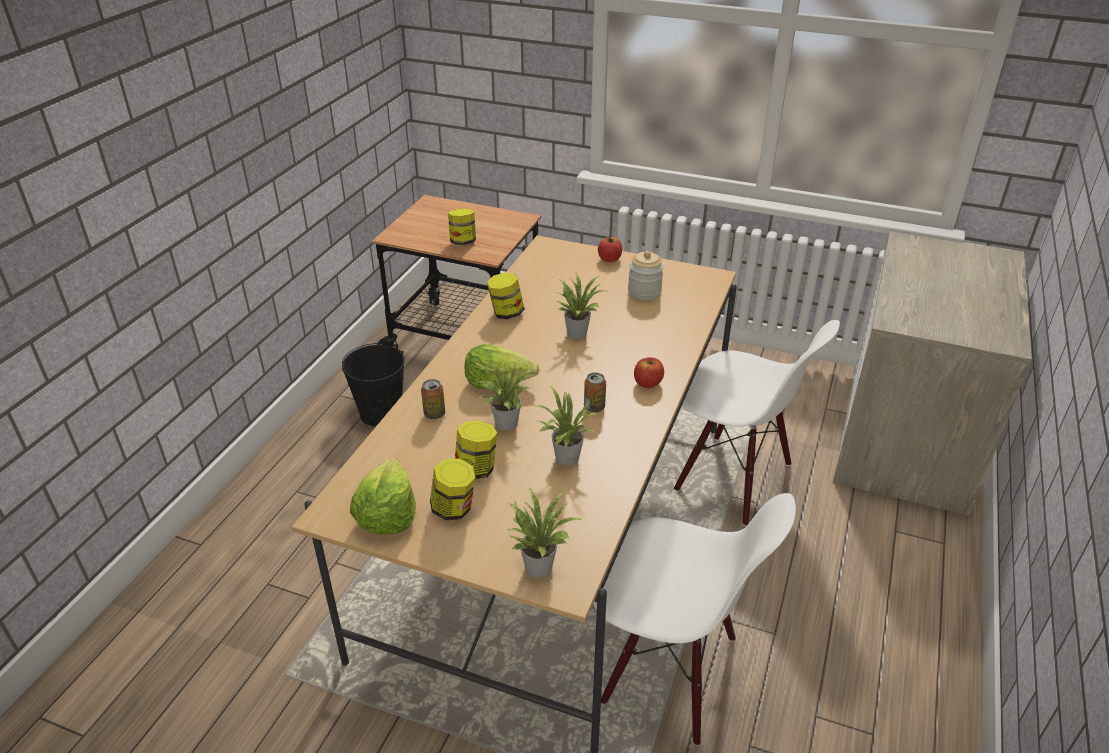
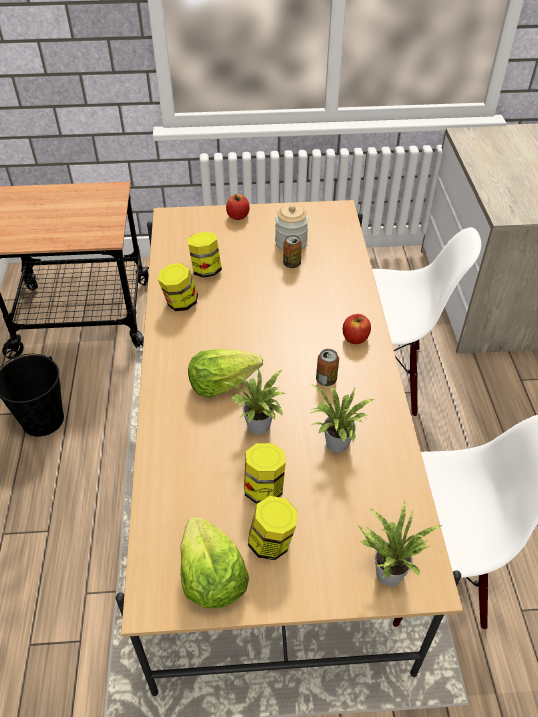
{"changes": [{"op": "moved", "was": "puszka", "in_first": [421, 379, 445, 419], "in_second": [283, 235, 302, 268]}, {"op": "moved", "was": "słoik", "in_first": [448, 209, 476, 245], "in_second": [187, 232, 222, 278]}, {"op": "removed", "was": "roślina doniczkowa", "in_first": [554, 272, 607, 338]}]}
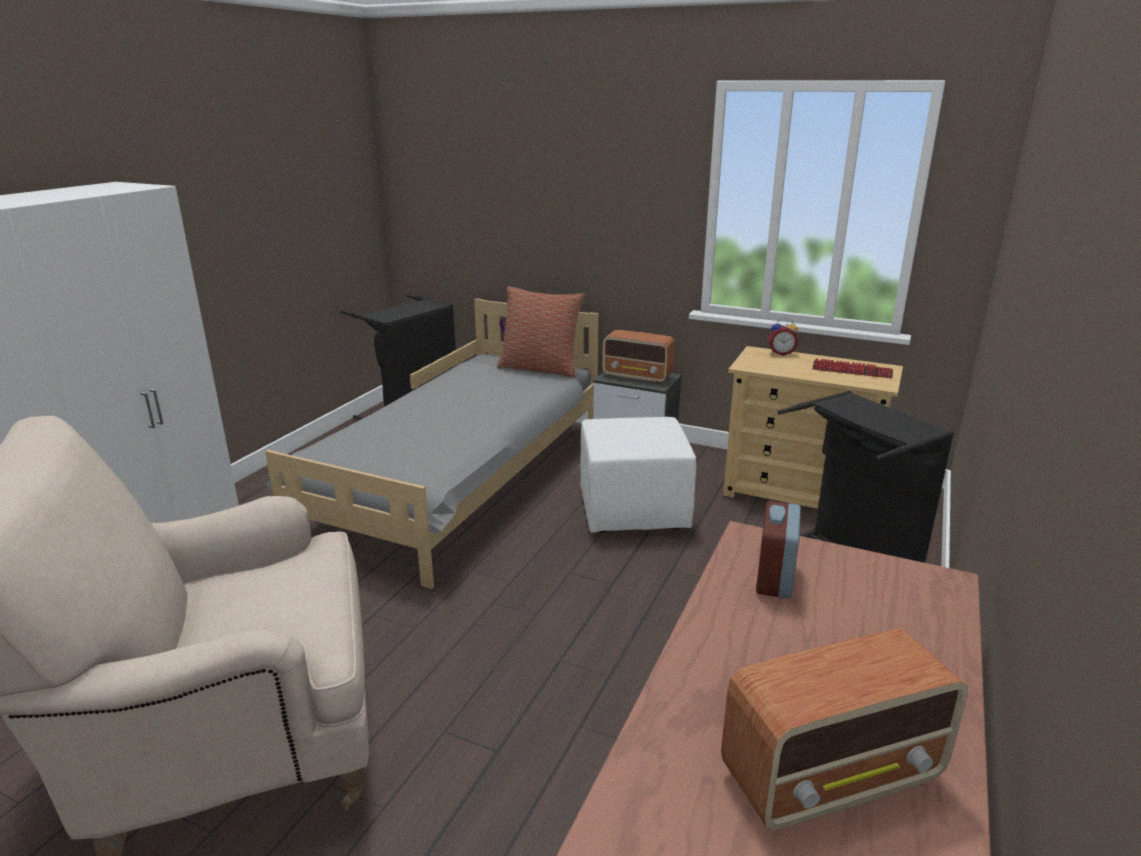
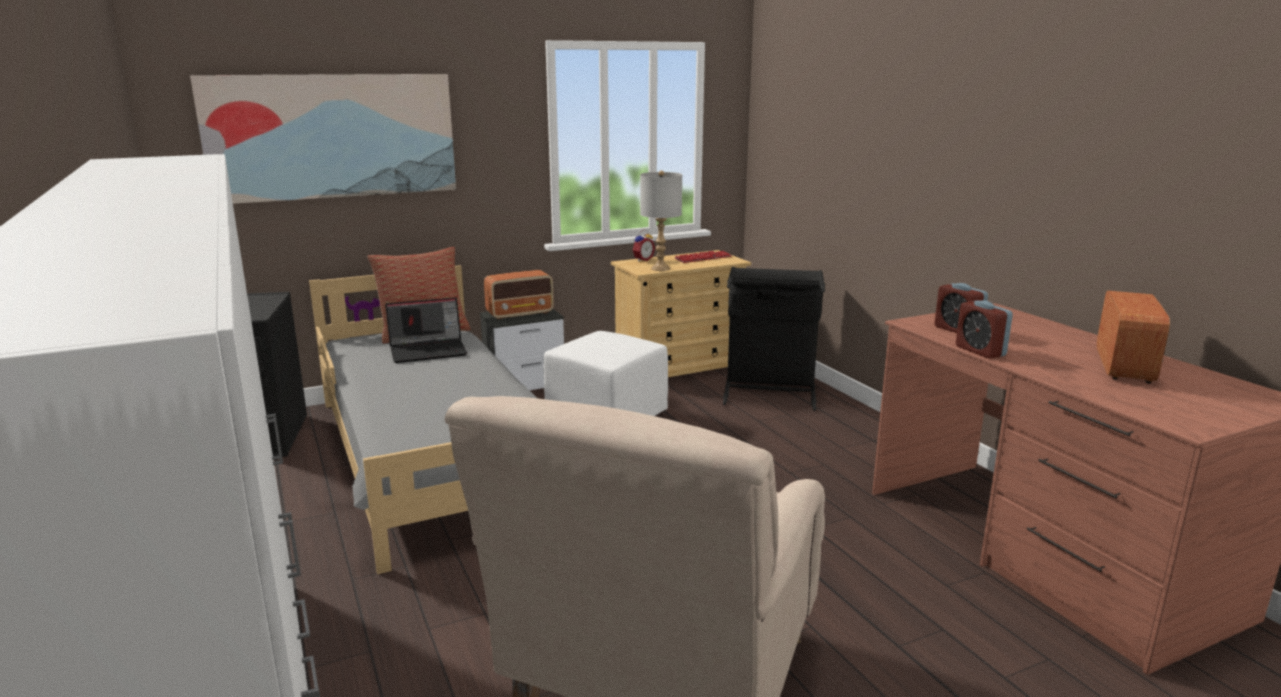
{"changes": [{"op": "added", "now": "obraz", "in_second": [190, 74, 456, 204]}, {"op": "added", "now": "laptop", "in_second": [385, 297, 467, 363]}, {"op": "added", "now": "lampa stołowa/szary", "in_second": [640, 171, 682, 271]}, {"op": "added", "now": "budzik", "in_second": [956, 300, 1013, 359]}]}
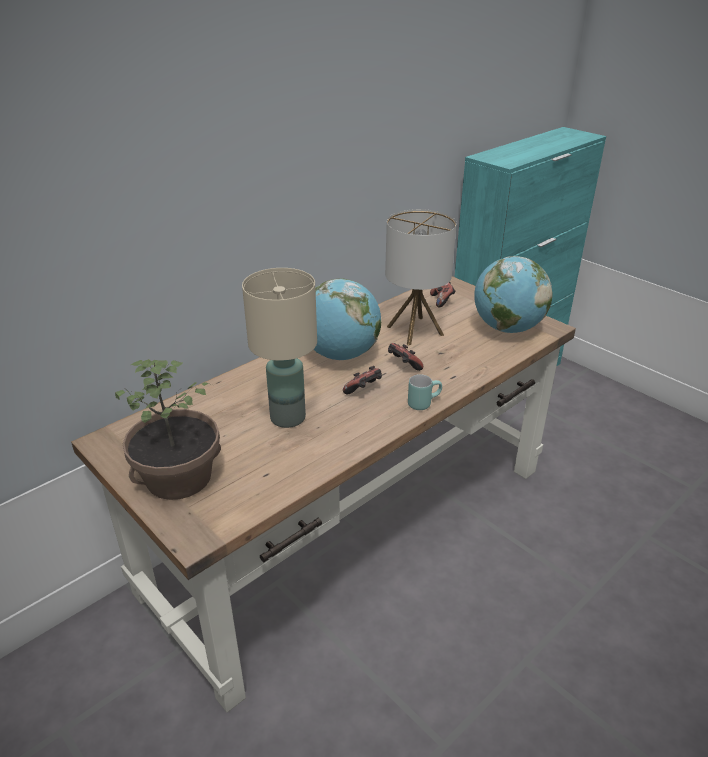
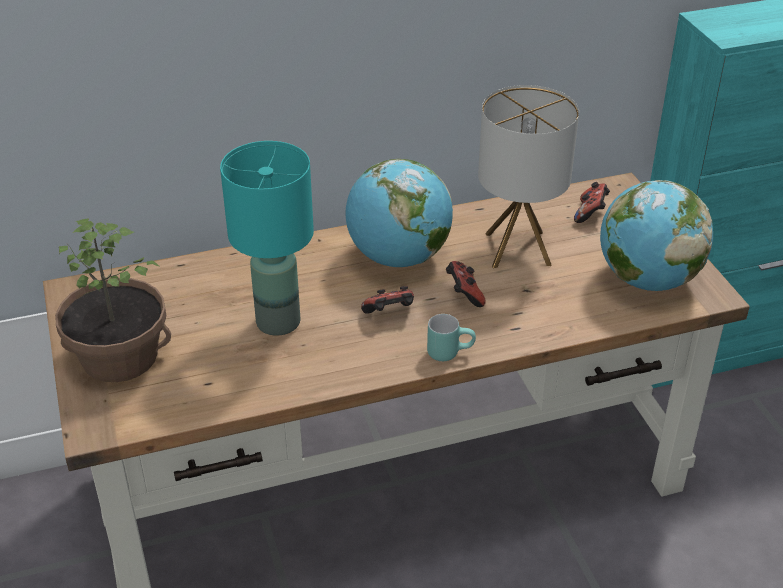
{"changes": [{"op": "recoloured", "was": "lampa stołowa/beżowy", "now": "lampa stołowa/turkusowy", "in_first": [242, 268, 317, 428], "in_second": [220, 141, 314, 336]}]}
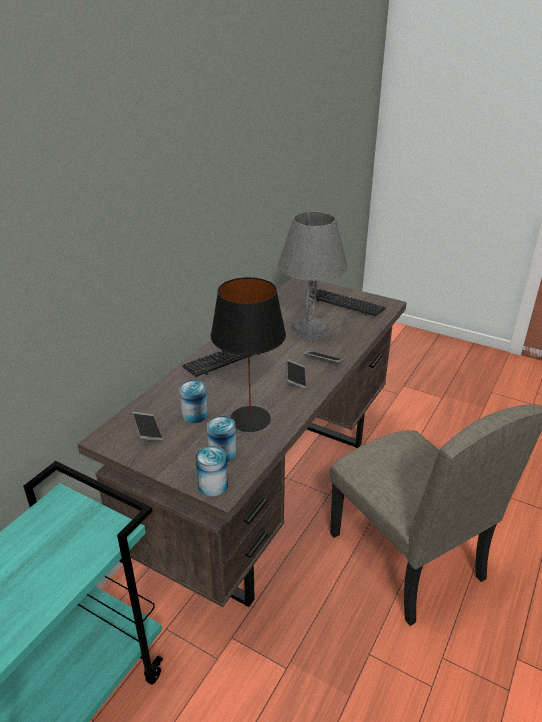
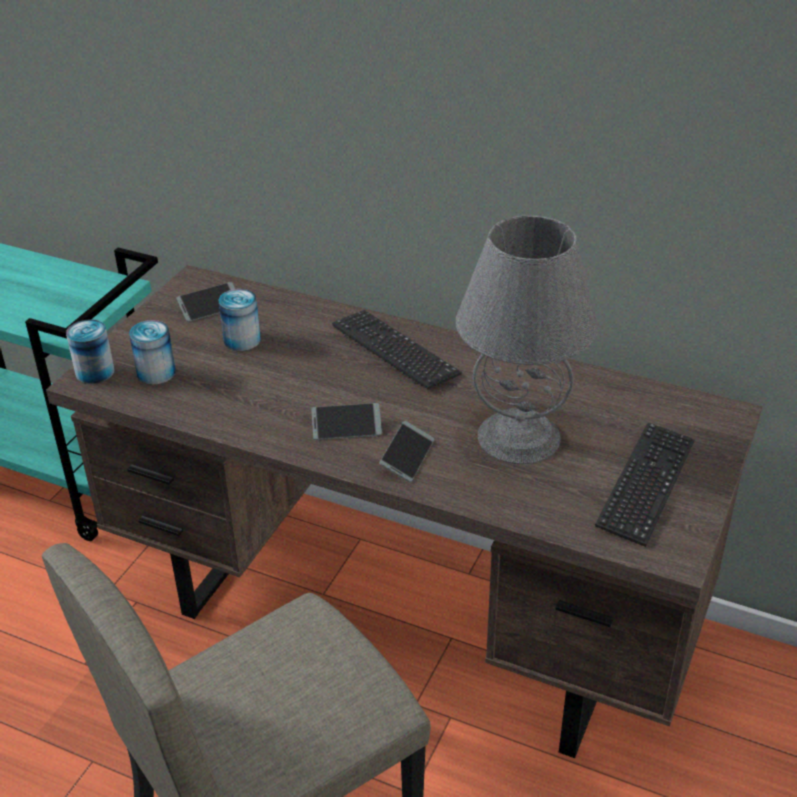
{"changes": [{"op": "removed", "was": "lampa stołowa/czarny", "in_first": [210, 277, 286, 432]}]}
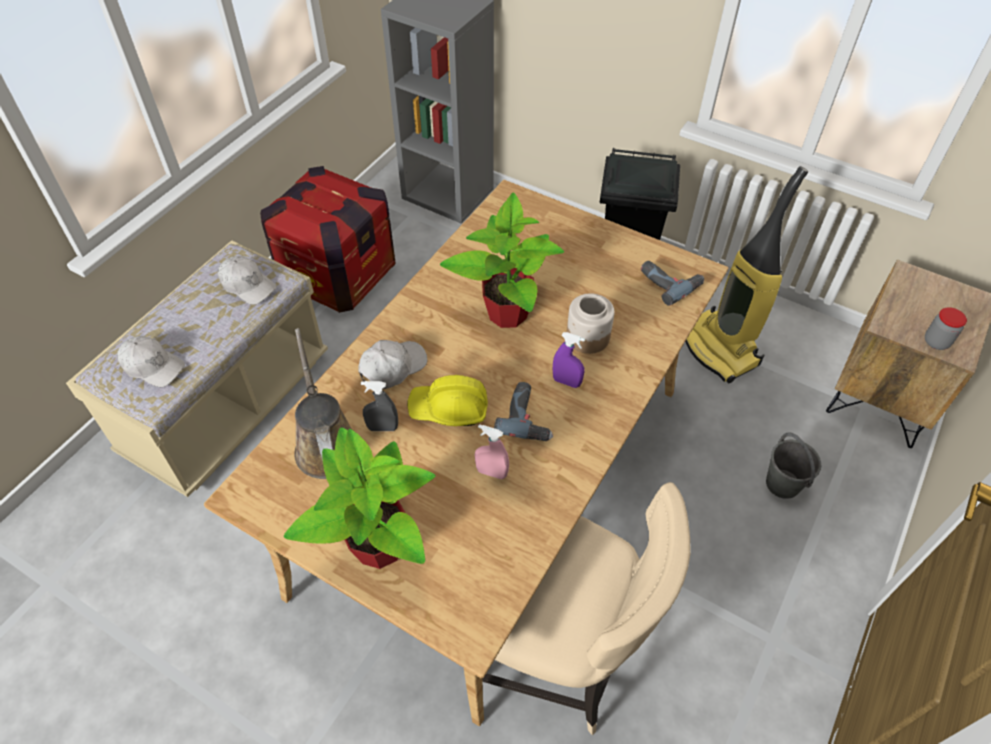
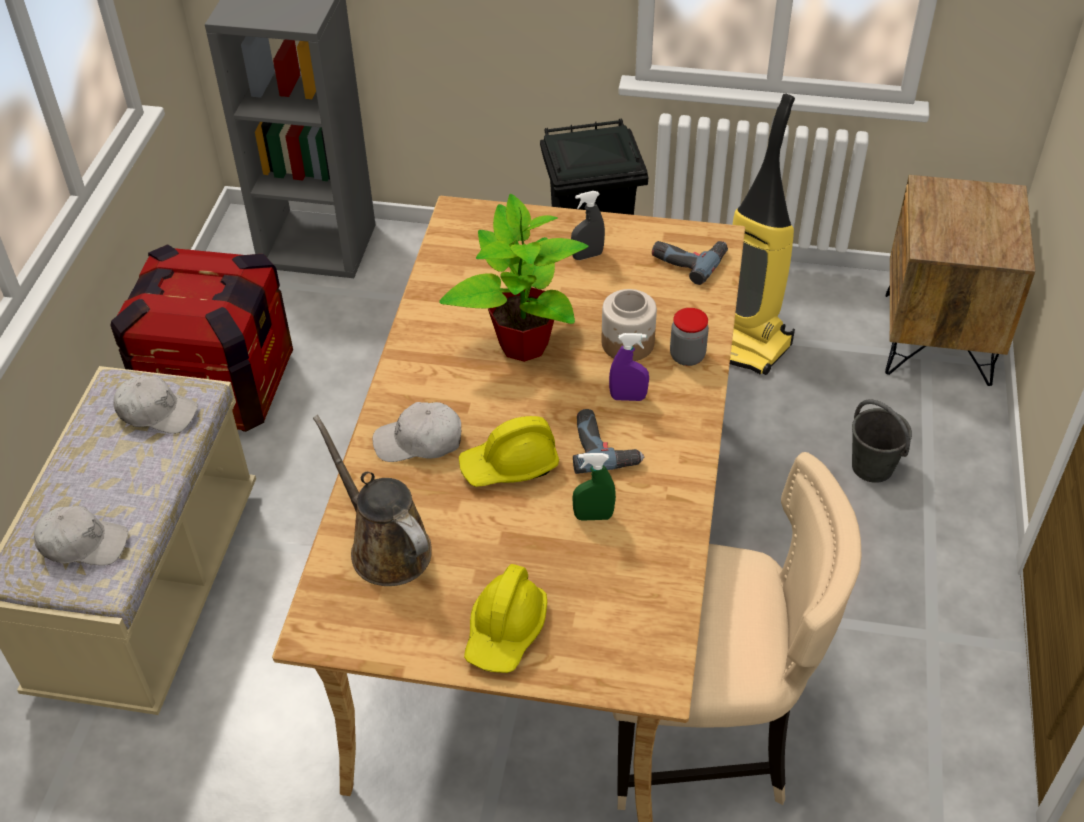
{"changes": [{"op": "replaced", "was": "roślina doniczkowa", "now": "kask/żółty", "in_first": [284, 428, 436, 569], "in_second": [464, 564, 547, 673]}, {"op": "turned", "was": "czapka z daszkiem/biały", "in_first": [358, 340, 427, 390], "in_second": [372, 402, 461, 462], "clockwise": -120}, {"op": "moved", "was": "spryskiwacz/szary", "in_first": [361, 381, 398, 431], "in_second": [571, 191, 605, 260]}, {"op": "recoloured", "was": "spryskiwacz/różowy", "now": "spryskiwacz/zielony", "in_first": [475, 424, 509, 479], "in_second": [572, 453, 616, 521]}, {"op": "moved", "was": "słoik", "in_first": [925, 307, 967, 350], "in_second": [670, 308, 709, 366]}]}
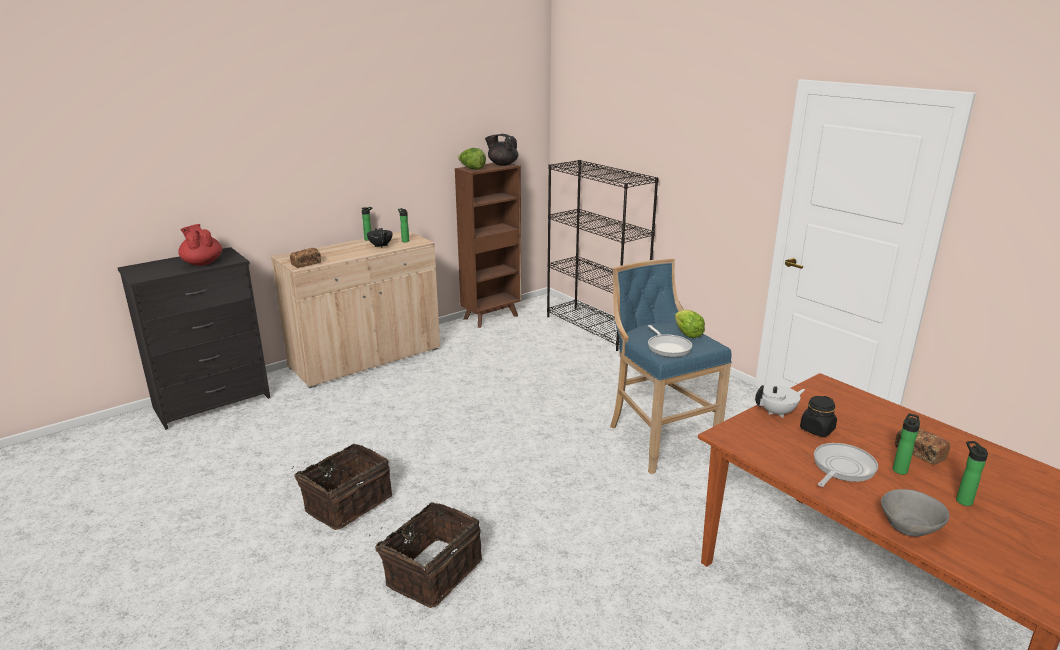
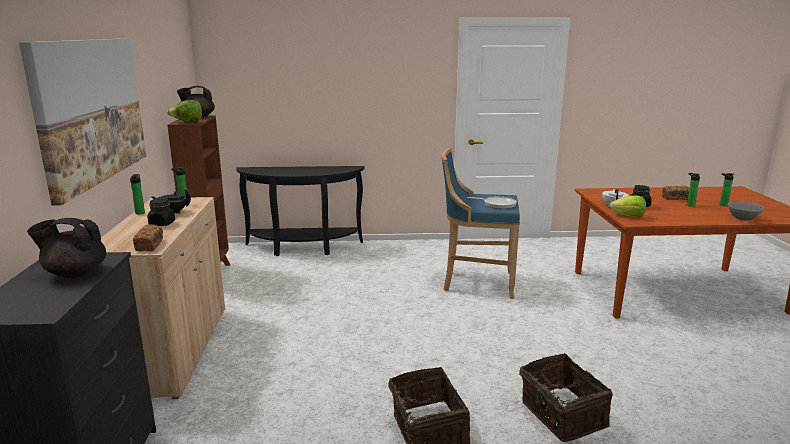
{"changes": [{"op": "recoloured", "was": "imbryk/czerwony", "now": "imbryk/czarny", "in_first": [178, 224, 222, 266], "in_second": [27, 218, 106, 278]}, {"op": "replaced", "was": "regał/czarny", "now": "stolik konsolowy/czarny", "in_first": [547, 160, 659, 351], "in_second": [236, 166, 365, 256]}, {"op": "moved", "was": "sałata", "in_first": [675, 310, 705, 338], "in_second": [609, 195, 646, 217]}, {"op": "removed", "was": "patelnia", "in_first": [814, 443, 878, 487]}, {"op": "added", "now": "obraz", "in_second": [19, 38, 146, 205]}, {"op": "added", "now": "słoik/czarny", "in_second": [148, 198, 175, 226]}]}
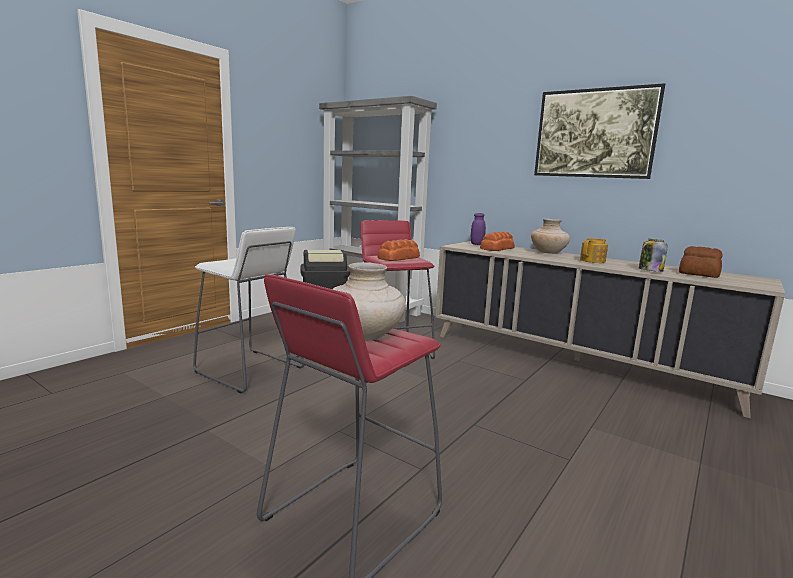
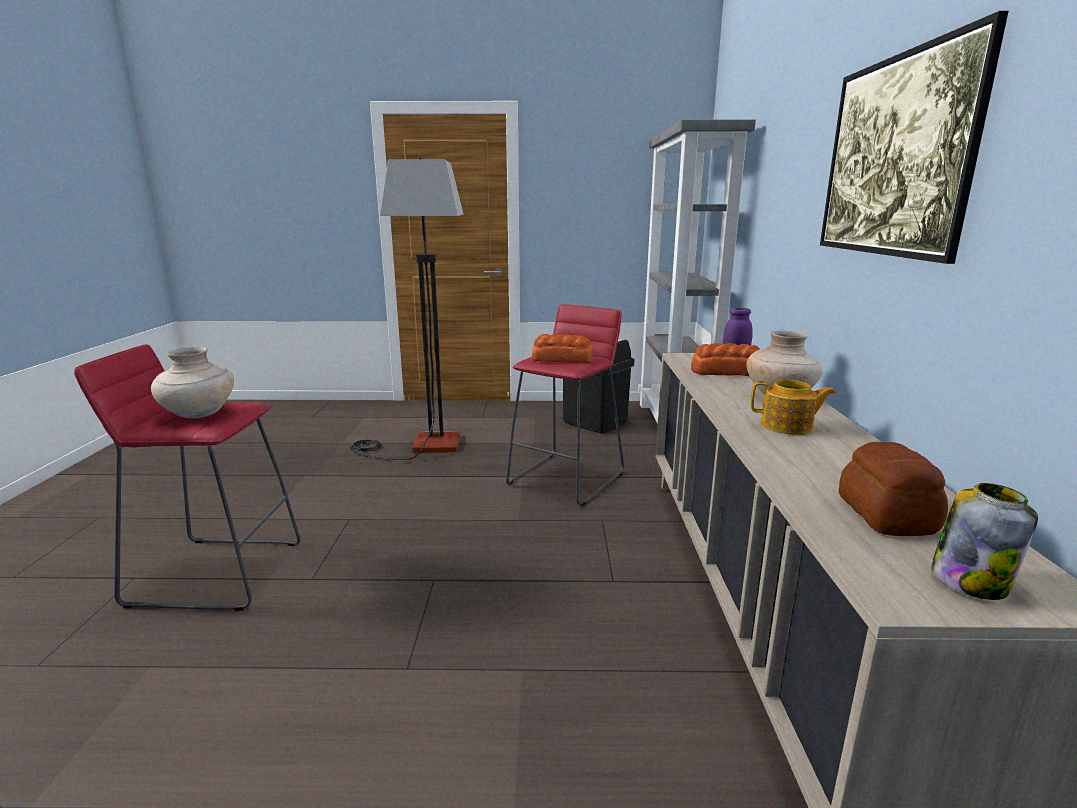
{"changes": [{"op": "replaced", "was": "stołek/biały", "now": "lampa stojąca", "in_first": [193, 227, 304, 393], "in_second": [351, 157, 464, 460]}, {"op": "moved", "was": "słoik", "in_first": [639, 239, 668, 272], "in_second": [931, 483, 1038, 600]}]}
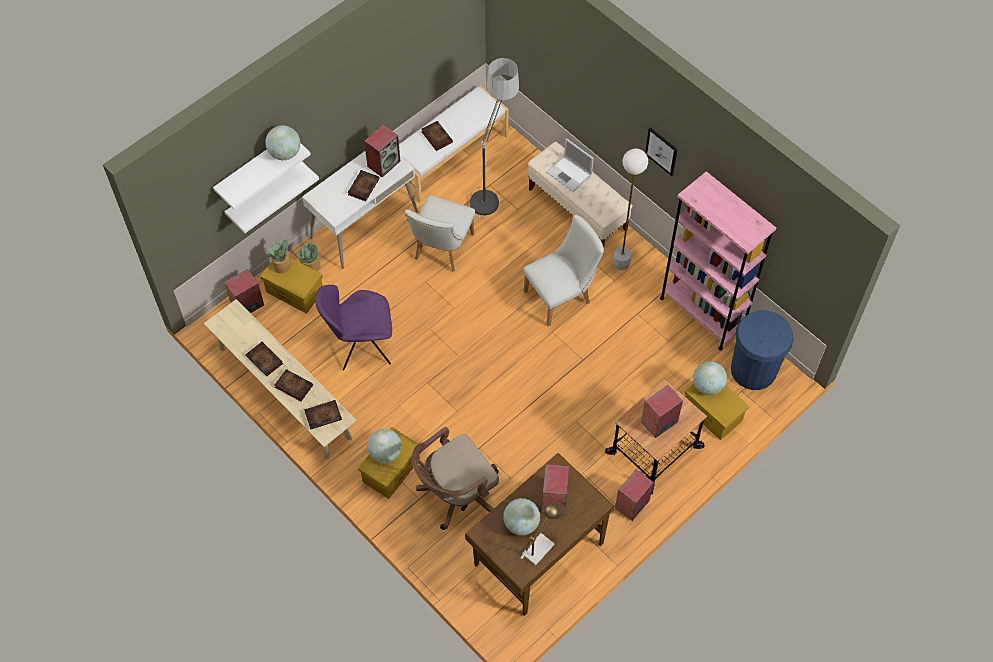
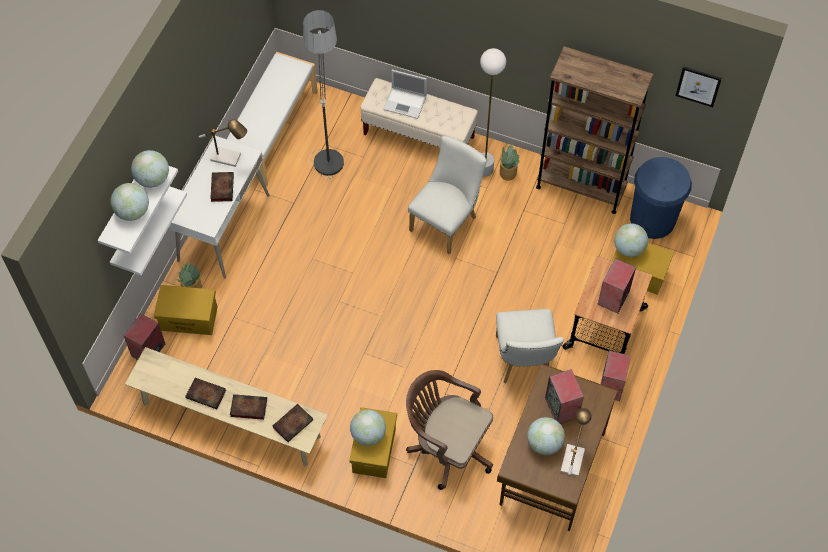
{"changes": [{"op": "moved", "was": "roślina doniczkowa", "in_first": [268, 238, 292, 274], "in_second": [500, 145, 519, 181]}, {"op": "removed", "was": "krzesło/fioletowy", "in_first": [315, 285, 392, 370]}, {"op": "replaced", "was": "głośnik", "now": "lampa stołowa", "in_first": [364, 125, 400, 178], "in_second": [199, 119, 247, 167]}, {"op": "moved", "was": "krzesło/biały", "in_first": [405, 195, 475, 272], "in_second": [496, 309, 564, 383]}, {"op": "turned", "was": "krzesło biurowe/brązowy", "in_first": [412, 427, 499, 530], "in_second": [406, 370, 493, 490], "clockwise": 90}, {"op": "removed", "was": "książka", "in_first": [421, 121, 453, 151]}, {"op": "moved", "was": "obraz", "in_first": [645, 127, 678, 176], "in_second": [676, 66, 722, 107]}, {"op": "recoloured", "was": "regał/różowy", "now": "regał/brązowy", "in_first": [660, 171, 776, 351], "in_second": [536, 46, 653, 214]}, {"op": "added", "now": "globus", "in_second": [110, 183, 149, 221]}]}
